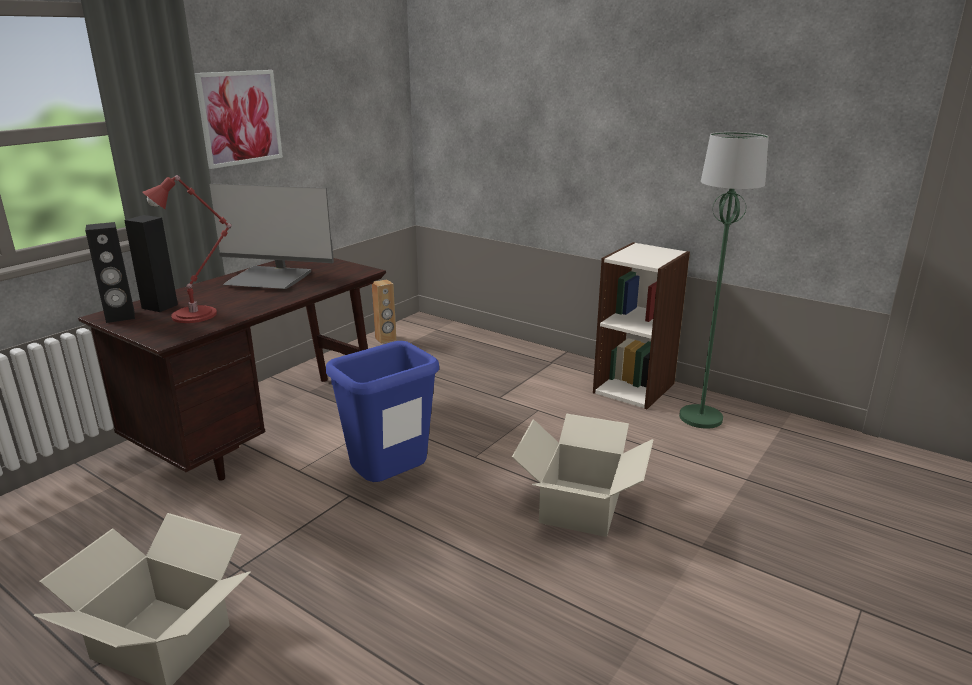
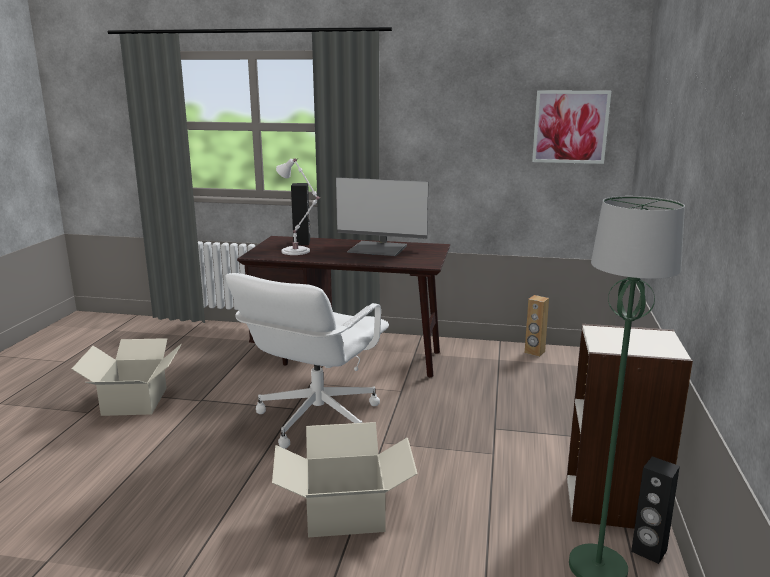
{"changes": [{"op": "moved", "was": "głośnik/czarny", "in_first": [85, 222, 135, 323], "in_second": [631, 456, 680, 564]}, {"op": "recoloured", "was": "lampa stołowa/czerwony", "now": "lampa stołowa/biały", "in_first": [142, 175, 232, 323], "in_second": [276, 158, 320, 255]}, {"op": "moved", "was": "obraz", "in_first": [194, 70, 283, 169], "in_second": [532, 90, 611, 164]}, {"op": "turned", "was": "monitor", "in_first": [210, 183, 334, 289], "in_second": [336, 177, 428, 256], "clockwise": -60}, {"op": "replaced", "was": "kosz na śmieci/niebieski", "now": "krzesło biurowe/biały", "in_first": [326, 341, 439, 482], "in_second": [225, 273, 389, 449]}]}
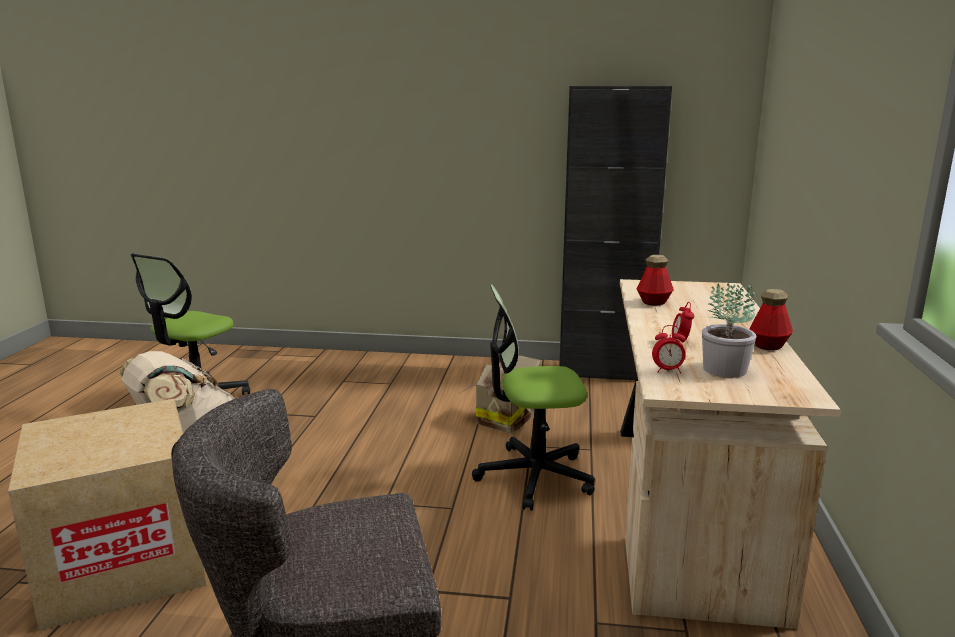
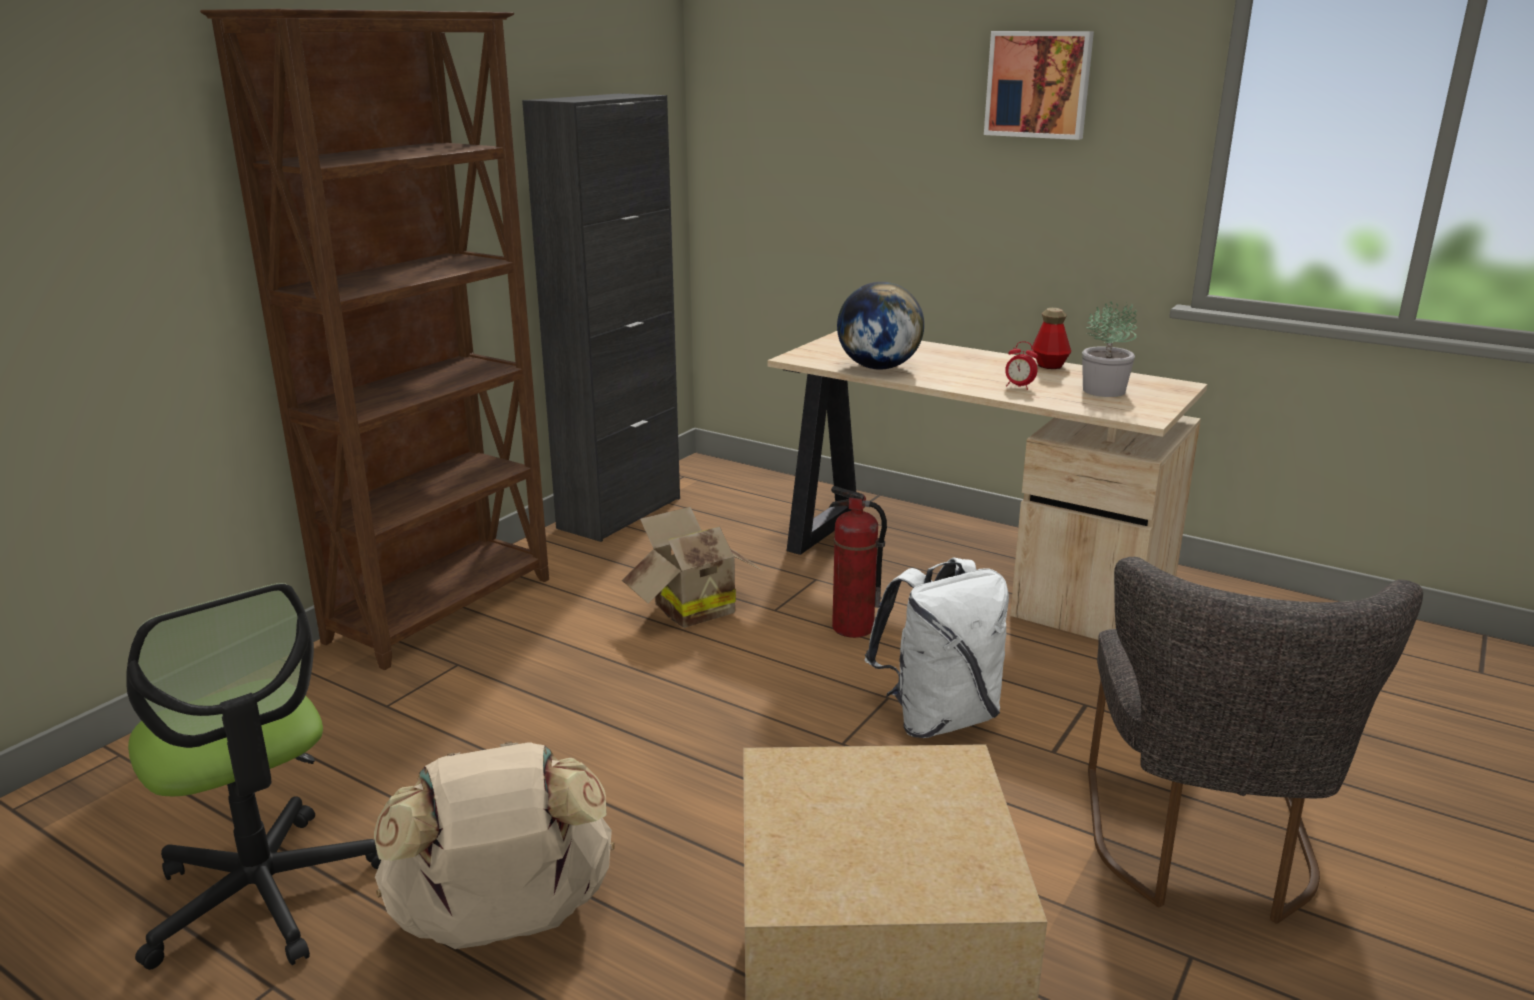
{"changes": [{"op": "replaced", "was": "krzesło biurowe", "now": "gaśnica", "in_first": [472, 284, 595, 510], "in_second": [829, 486, 887, 638]}, {"op": "replaced", "was": "butelka", "now": "globus", "in_first": [637, 255, 674, 305], "in_second": [837, 282, 924, 370]}, {"op": "removed", "was": "budzik", "in_first": [652, 325, 686, 374]}, {"op": "added", "now": "regał/brązowy", "in_second": [200, 9, 549, 670]}, {"op": "added", "now": "plecak/biały", "in_second": [864, 557, 1009, 738]}, {"op": "added", "now": "obraz", "in_second": [984, 31, 1094, 140]}]}
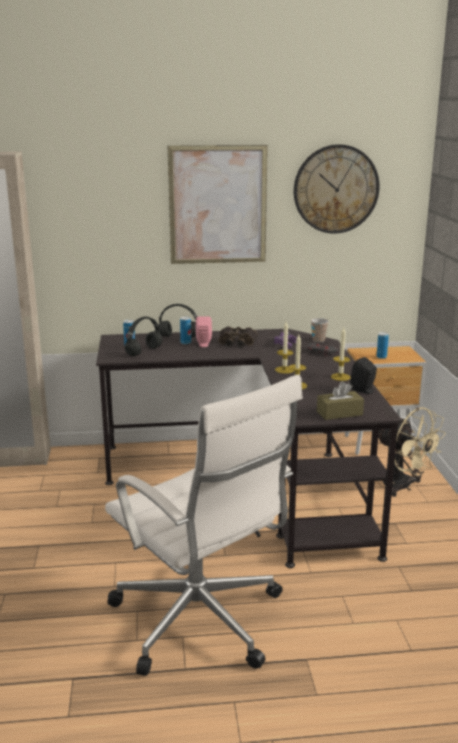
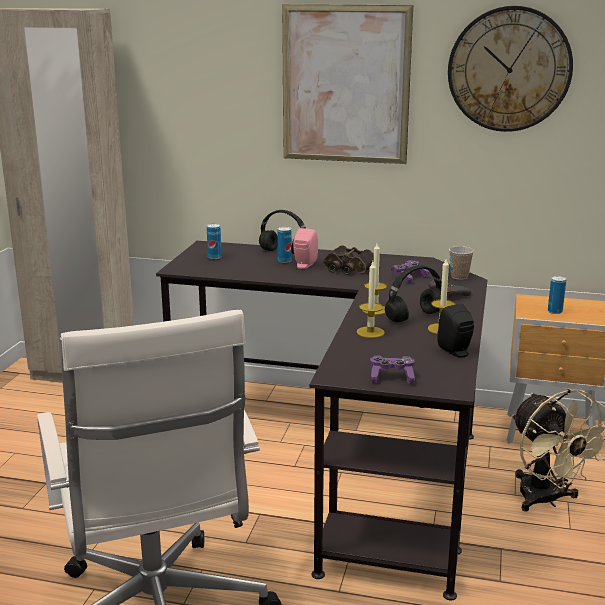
{"changes": [{"op": "moved", "was": "słuchawki/czarny", "in_first": [125, 317, 163, 356], "in_second": [385, 265, 442, 323]}, {"op": "replaced", "was": "pudełko chusteczek/brązowy", "now": "pad do gier/fioletowy", "in_first": [317, 381, 364, 420], "in_second": [370, 355, 415, 384]}]}
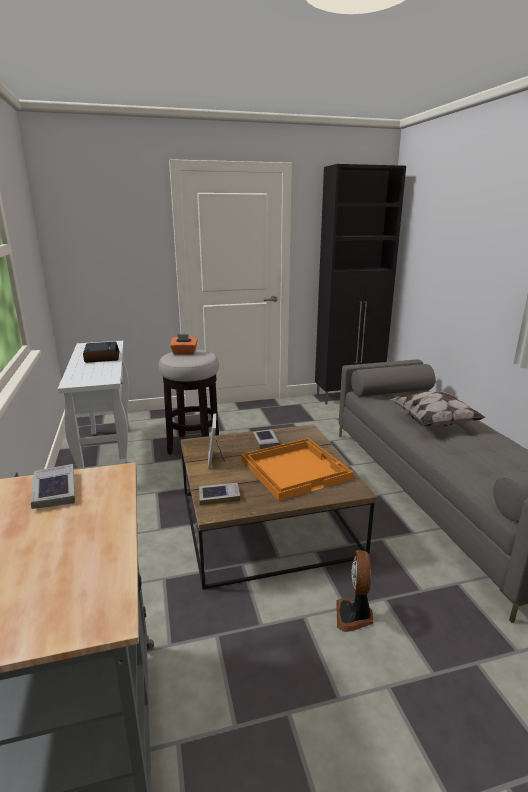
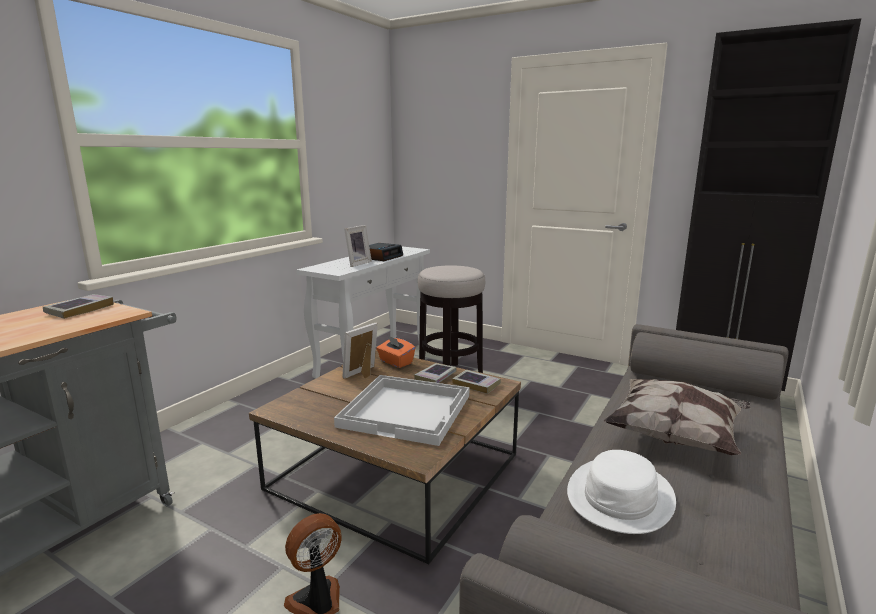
{"changes": [{"op": "moved", "was": "pudełko chusteczek/pomarańczowy", "in_first": [170, 334, 198, 355], "in_second": [376, 336, 415, 368]}, {"op": "moved", "was": "książka", "in_first": [199, 483, 240, 505], "in_second": [452, 370, 501, 394]}, {"op": "recoloured", "was": "taca/pomarańczowy", "now": "taca/biały", "in_first": [241, 438, 353, 501], "in_second": [334, 375, 469, 446]}, {"op": "added", "now": "ramka na zdjęcie", "in_second": [344, 225, 372, 267]}, {"op": "added", "now": "kapelusz/biały", "in_second": [567, 450, 676, 534]}]}
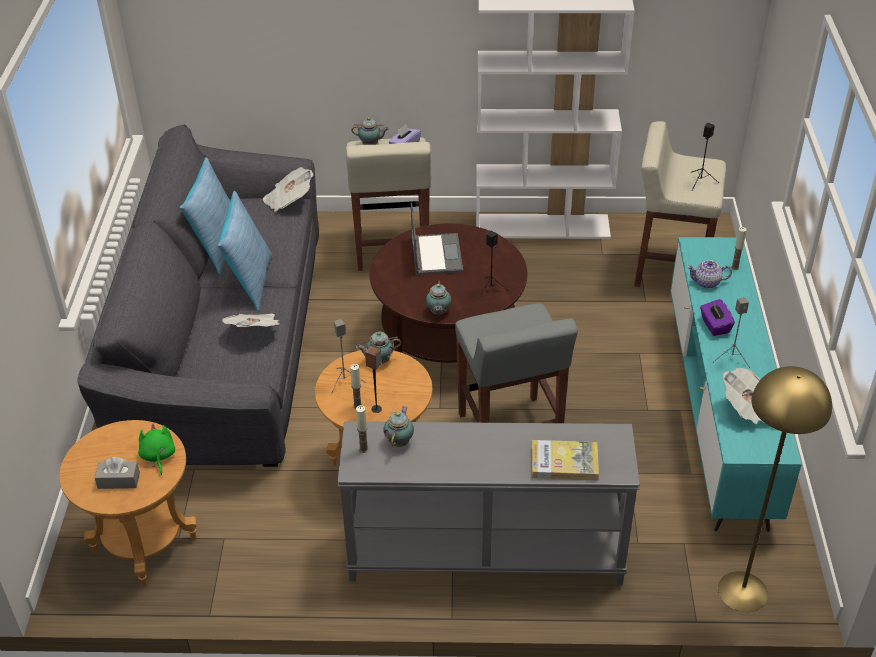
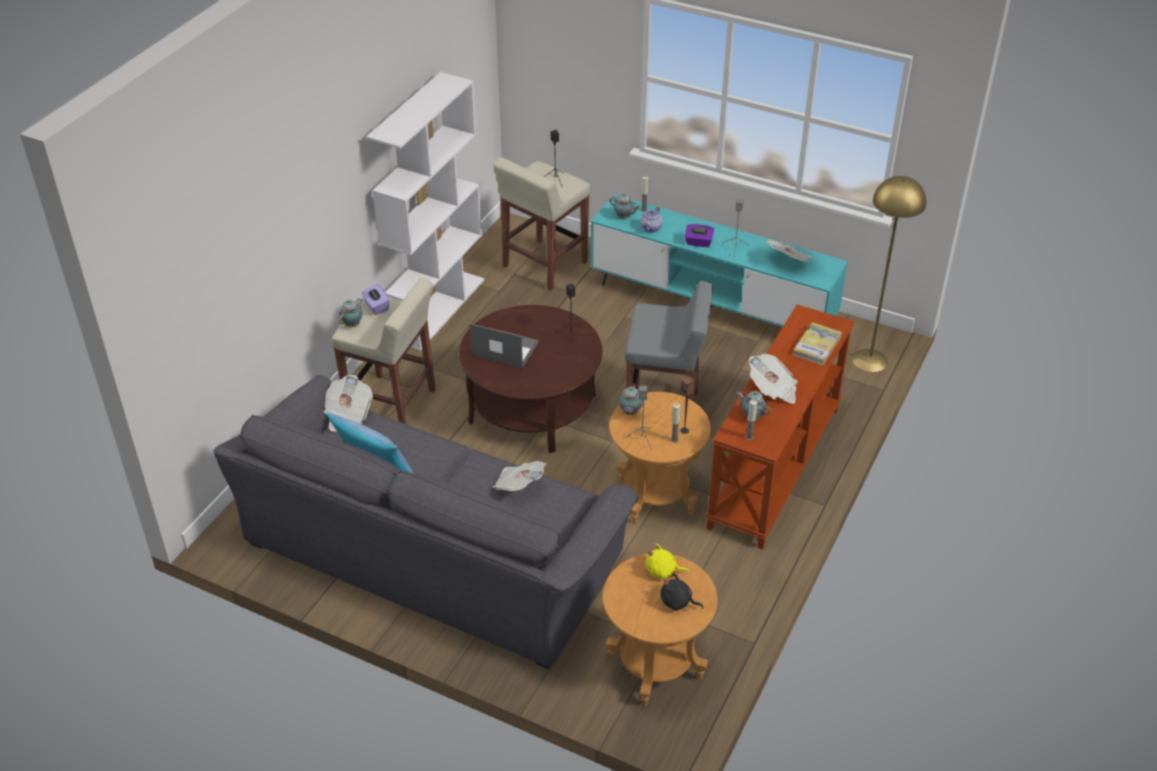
{"changes": [{"op": "replaced", "was": "pudełko chusteczek/szary", "now": "pluszak/czarny", "in_first": [94, 457, 140, 489], "in_second": [660, 573, 704, 610]}, {"op": "recoloured", "was": "pluszak/zielony", "now": "pluszak/żółty", "in_first": [138, 424, 175, 475], "in_second": [646, 543, 689, 579]}, {"op": "removed", "was": "poduszka", "in_first": [218, 191, 272, 311]}, {"op": "recoloured", "was": "stolik konsolowy/szary", "now": "stolik konsolowy/brązowy", "in_first": [337, 422, 640, 585], "in_second": [706, 304, 854, 550]}, {"op": "moved", "was": "imbryk", "in_first": [426, 281, 452, 315], "in_second": [609, 193, 640, 218]}, {"op": "added", "now": "gazeta", "in_second": [749, 354, 797, 404]}]}
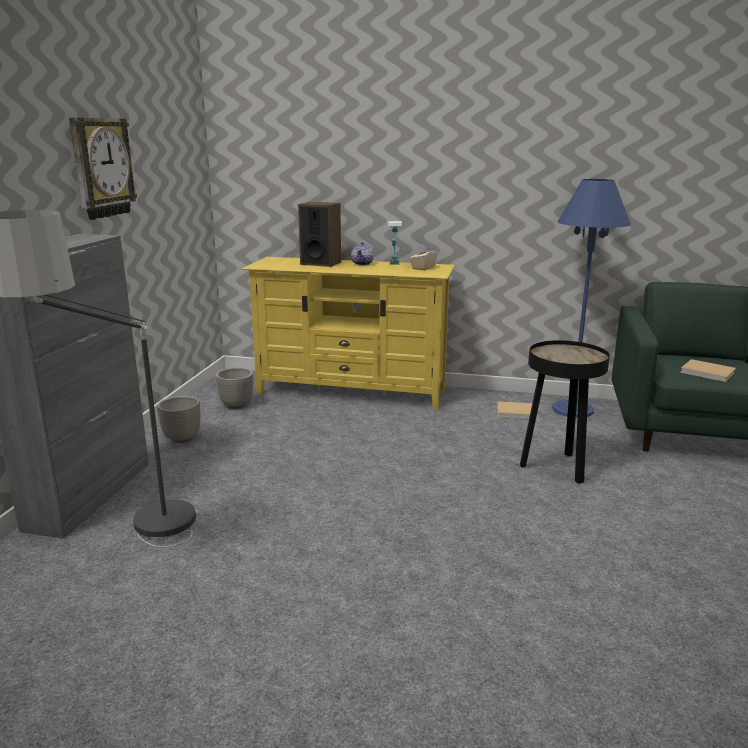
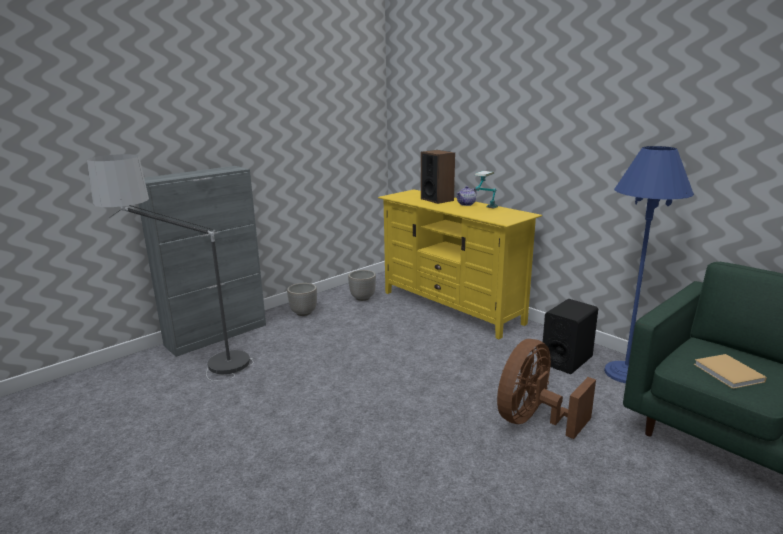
{"changes": [{"op": "removed", "was": "zegar ścienny", "in_first": [69, 117, 137, 220]}, {"op": "removed", "was": "pudełko chusteczek/beżowy", "in_first": [410, 245, 438, 270]}, {"op": "replaced", "was": "książka/beżowy", "now": "głośnik/czarny", "in_first": [497, 401, 532, 419], "in_second": [543, 299, 598, 374]}, {"op": "replaced", "was": "stolik/czarny", "now": "wentylator/brązowy", "in_first": [520, 340, 610, 484], "in_second": [497, 339, 596, 439]}]}
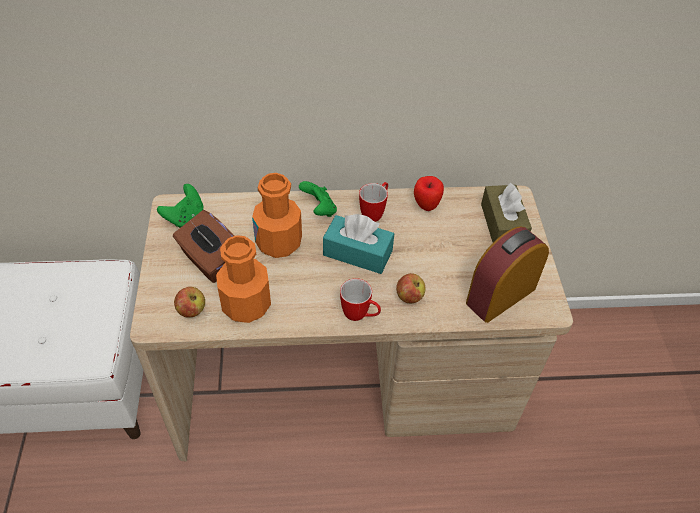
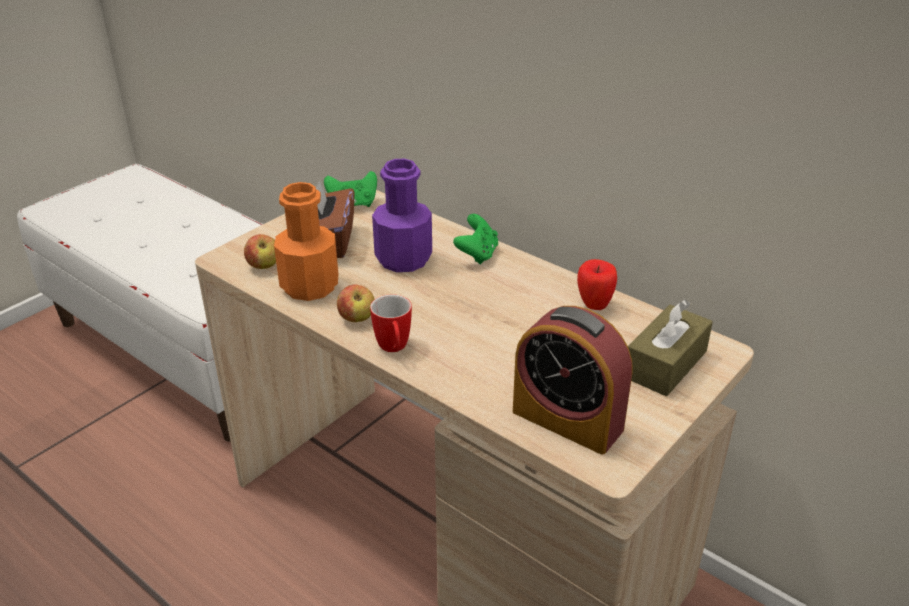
{"changes": [{"op": "recoloured", "was": "butelka/pomarańczowy", "now": "butelka/fioletowy", "in_first": [252, 173, 302, 258], "in_second": [372, 159, 432, 272]}, {"op": "removed", "was": "pudełko chusteczek/turkusowy", "in_first": [323, 214, 394, 274]}, {"op": "removed", "was": "kubek", "in_first": [359, 182, 388, 222]}, {"op": "moved", "was": "jabłko", "in_first": [396, 273, 426, 303], "in_second": [337, 285, 375, 322]}, {"op": "turned", "was": "budzik", "in_first": [466, 226, 549, 323], "in_second": [513, 306, 632, 455], "clockwise": -150}]}
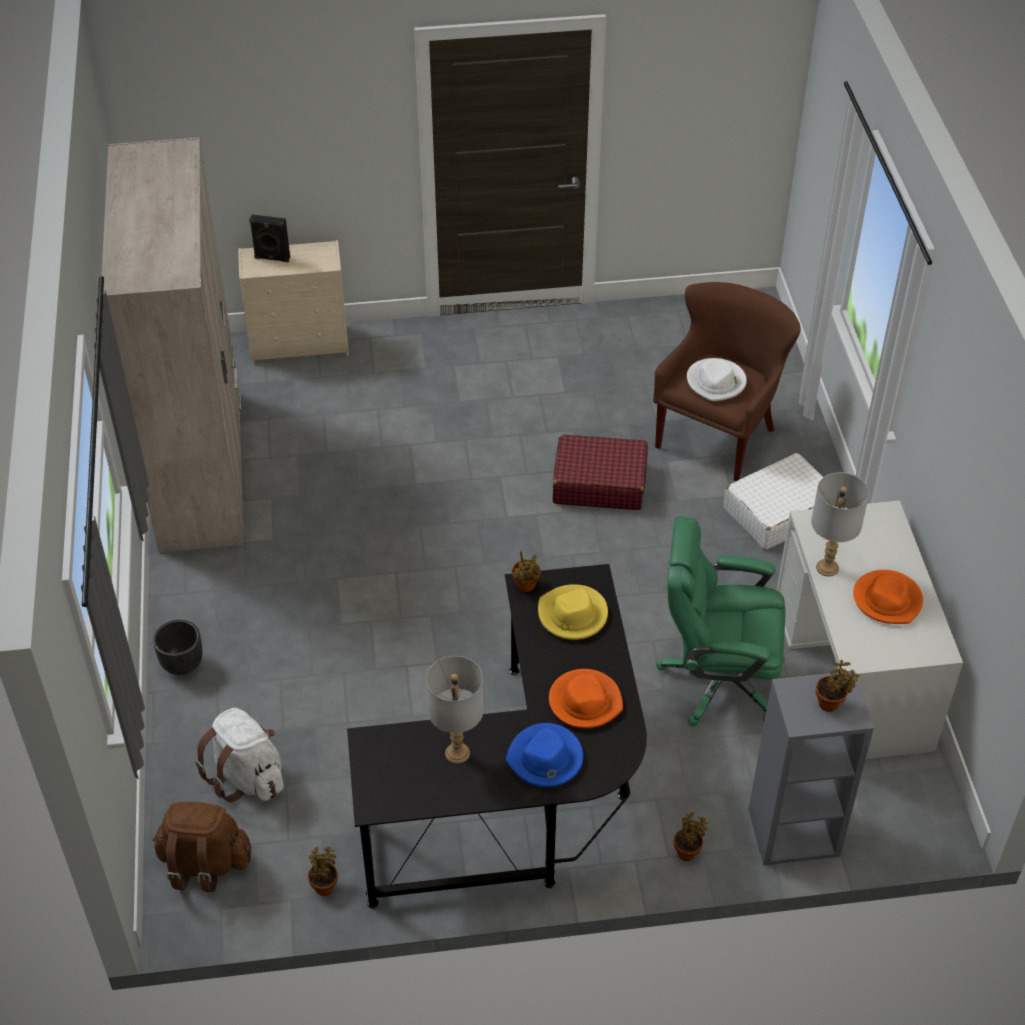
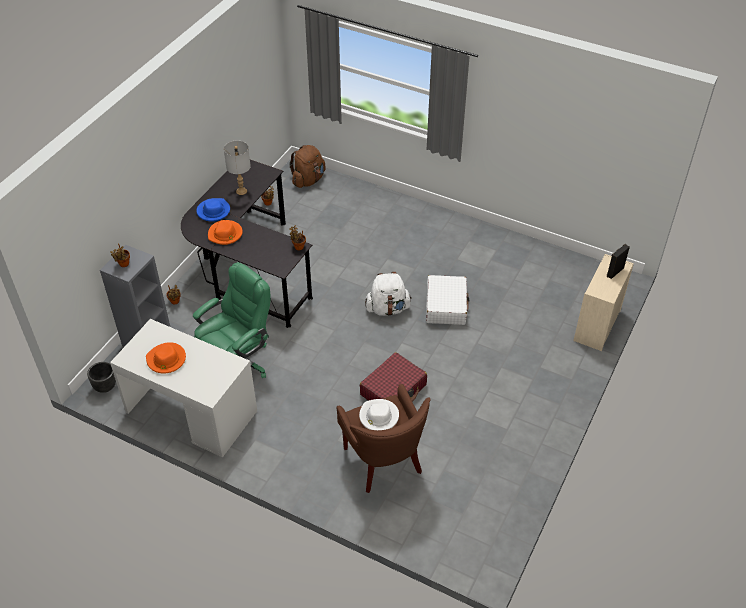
{"changes": [{"op": "removed", "was": "szafa/beżowy", "in_first": [102, 138, 244, 553]}, {"op": "moved", "was": "donica/czarny", "in_first": [153, 620, 203, 675], "in_second": [87, 362, 116, 393]}, {"op": "moved", "was": "plecak/biały", "in_first": [195, 708, 284, 803], "in_second": [365, 272, 412, 316]}, {"op": "removed", "was": "kapelusz/żółty", "in_first": [538, 584, 608, 640]}, {"op": "moved", "was": "walizka/biały", "in_first": [723, 453, 836, 550], "in_second": [426, 275, 469, 325]}, {"op": "removed", "was": "lampa stołowa/szary", "in_first": [811, 472, 869, 577]}]}
